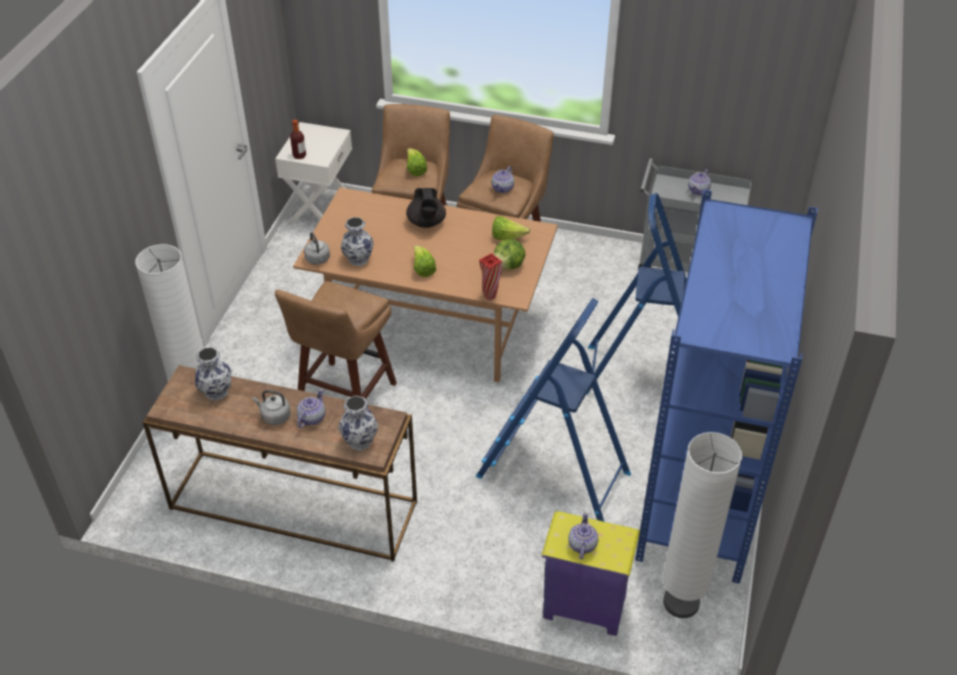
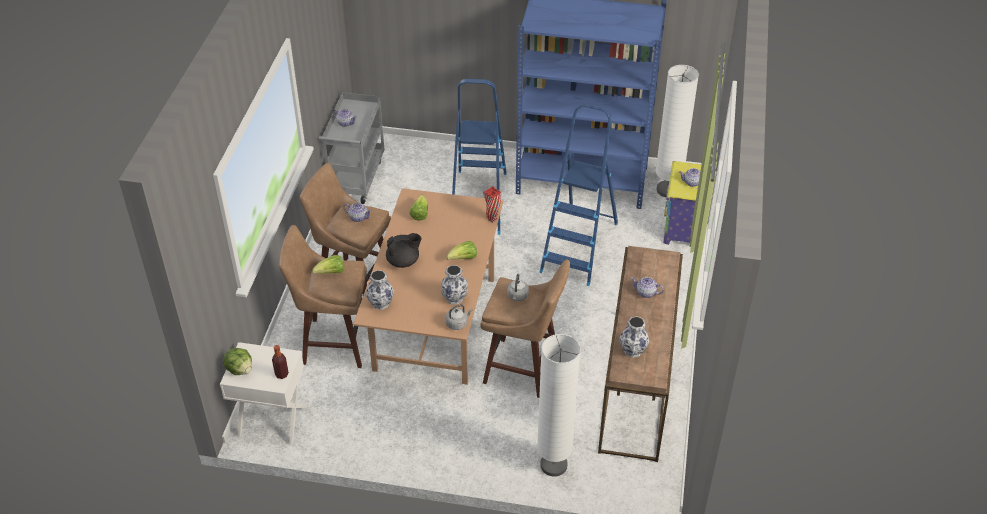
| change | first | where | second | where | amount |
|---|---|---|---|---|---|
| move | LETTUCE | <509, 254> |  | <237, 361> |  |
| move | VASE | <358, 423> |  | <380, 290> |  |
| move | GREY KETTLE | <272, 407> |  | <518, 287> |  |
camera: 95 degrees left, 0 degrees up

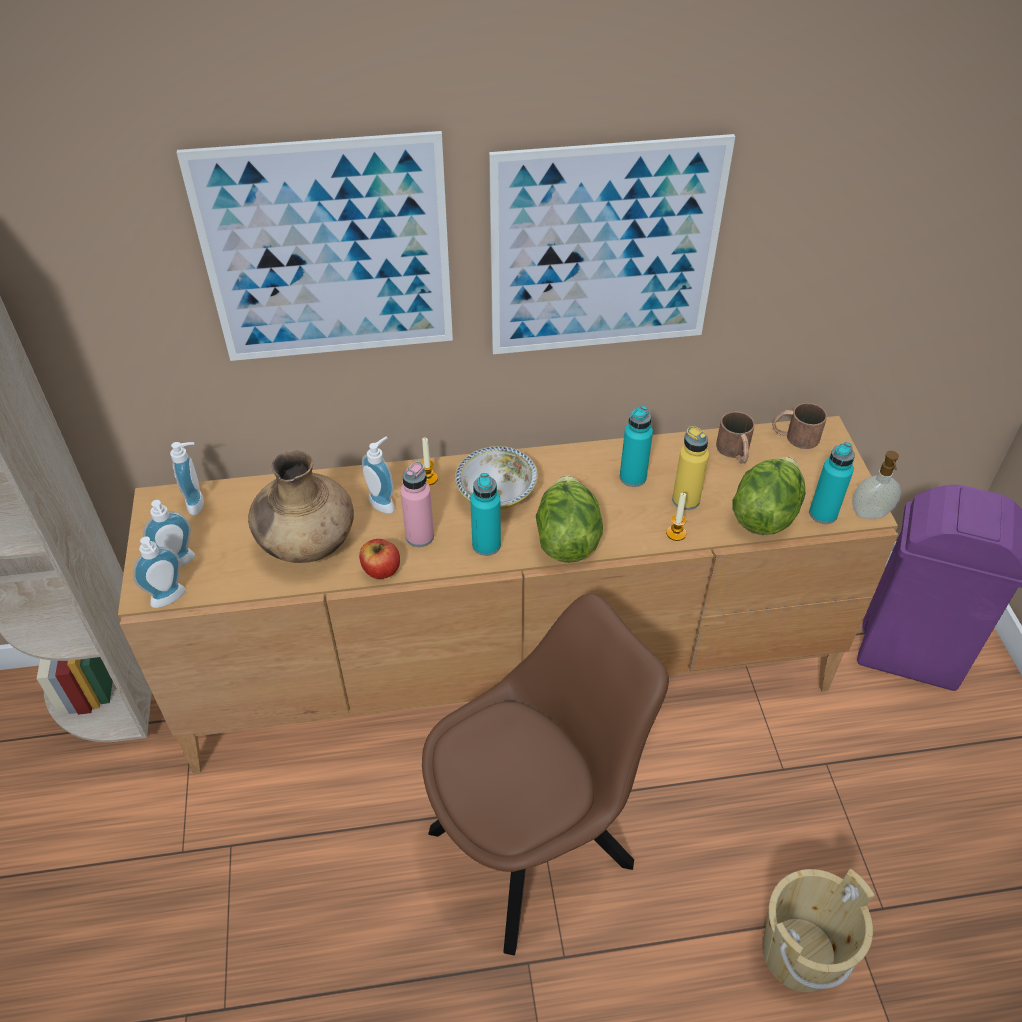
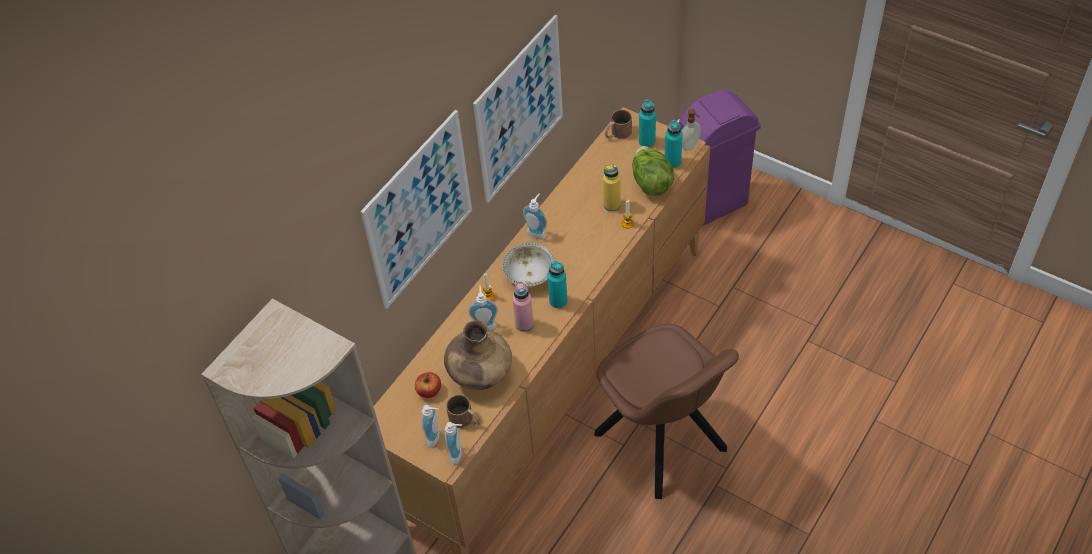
| change | first | where | second | where | amount |
|---|---|---|---|---|---|
| move | APPLE | <379, 559> |  | <428, 385> |  |
| move | BROWN MUG | <735, 437> |  | <463, 411> |  |
| move | SOAP DISPENSER | <187, 479> |  | <535, 217> |  |
| rotate | BROWN CHAIR | <545, 774> |  | <666, 411> | 135 degrees clockwise |
| move | TURQUOISE BOTTLE | <636, 446> |  | <647, 123> |  |
| delete | LETTUCE | <569, 519> |  |  |  |
| delete | BEIGE BUCKET | <818, 930> |  |  |  |
camera: 45 degrees left, 5 degrees up

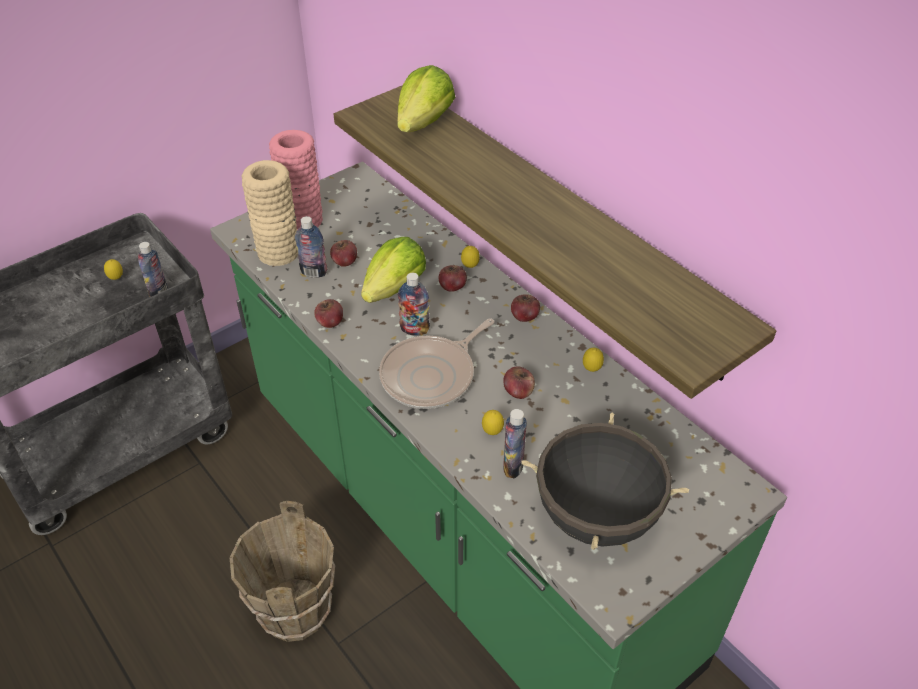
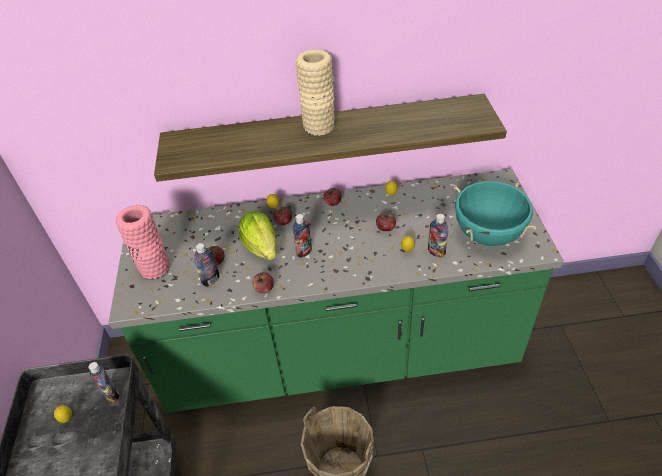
| change | first | where | second | where | amount |
|---|---|---|---|---|---|
| move | BEIGE VASE | <269, 213> |  | <315, 93> |  |
| recolor | BLACK COOKING POT | <605, 481> | TURQUOISE COOKING POT | <495, 213> |  |
| delete | FRYING PAN | <436, 363> |  |  |  |
| delete | LETTUCE | <426, 98> |  |  |  |
camera: 55 degrees left, 0 degrees up

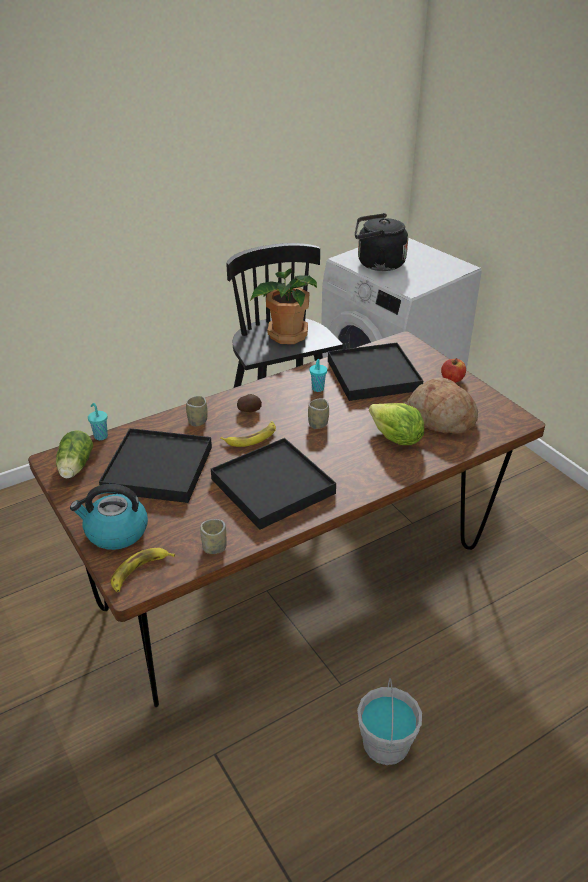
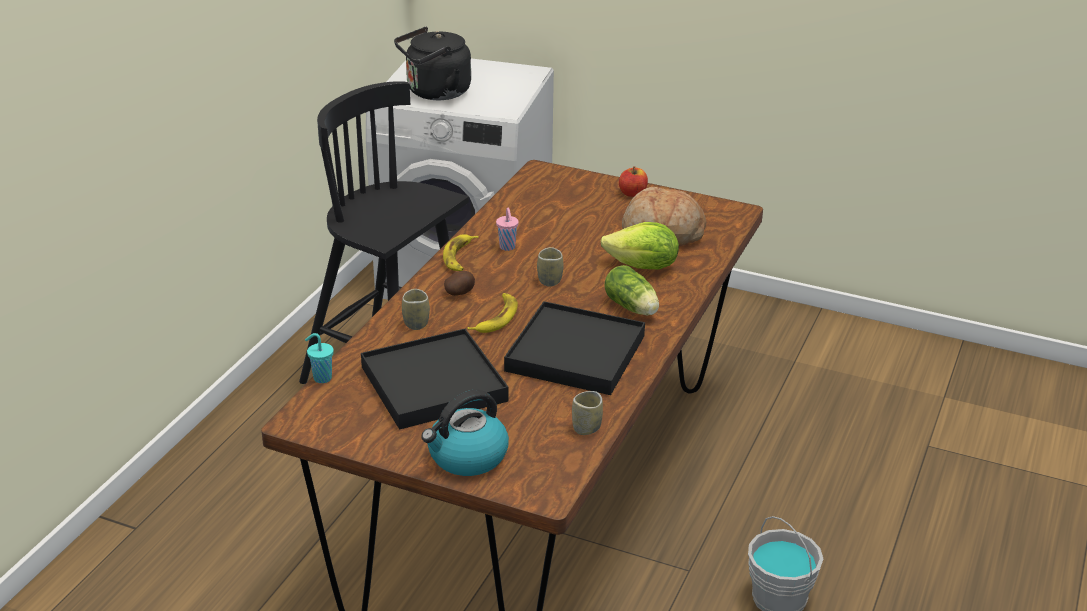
| change | first | where | second | where | amount |
|---|---|---|---|---|---|
| move | BANANA | <143, 570> |  | <460, 252> |  |
| recolor | TURQUOISE CUP | <318, 375> | PINK CUP | <507, 229> |  |
| move | LETTUCE | <74, 454> |  | <631, 290> |  |
| delete | POTTED PLANT | <283, 306> |  |  |  |
| delete | BLACK TRAY | <375, 372> |  |  |  |
camera: 35 degrees left, 5 degrees down

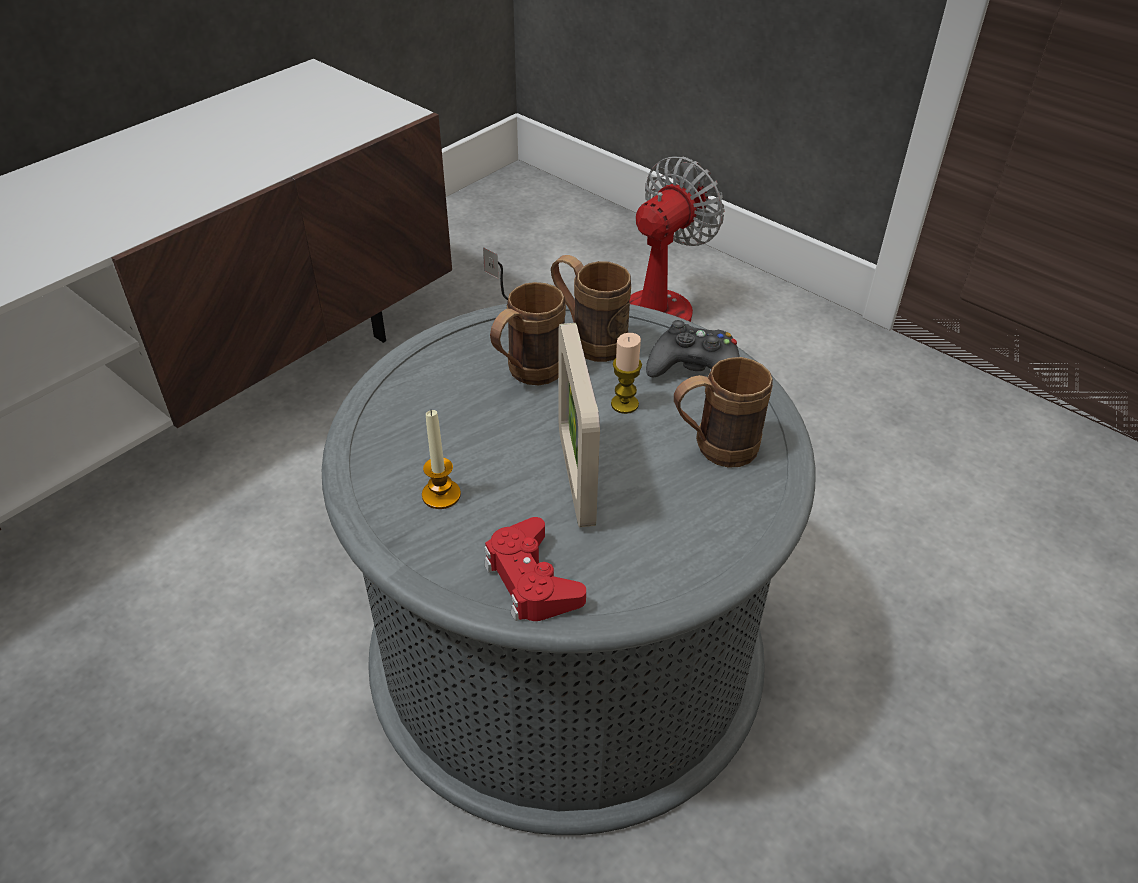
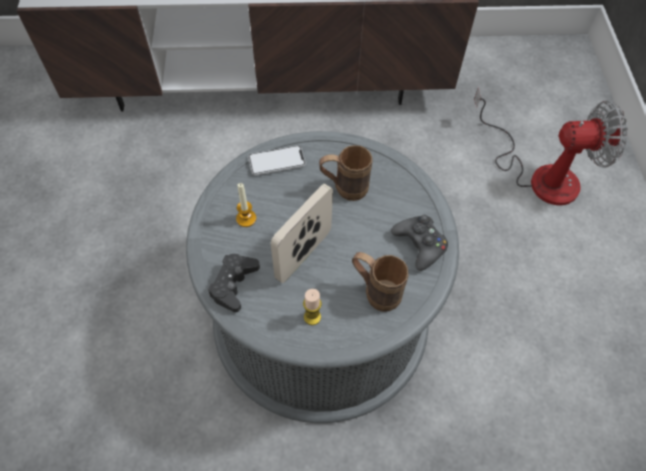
| change | first | where | second | where | amount |
|---|---|---|---|---|---|
| recolor | RED GAME CONTROLLER | <535, 569> | BLACK GAME CONTROLLER | <234, 283> |  |
| insert |  |  | PHONE | <277, 160> |  |
| move | CANDLE | <626, 373> |  | <312, 307> |  |
| delete | BROWN MUG | <591, 308> |  |  |  |
camera: 45 degrees right, 15 degrees up

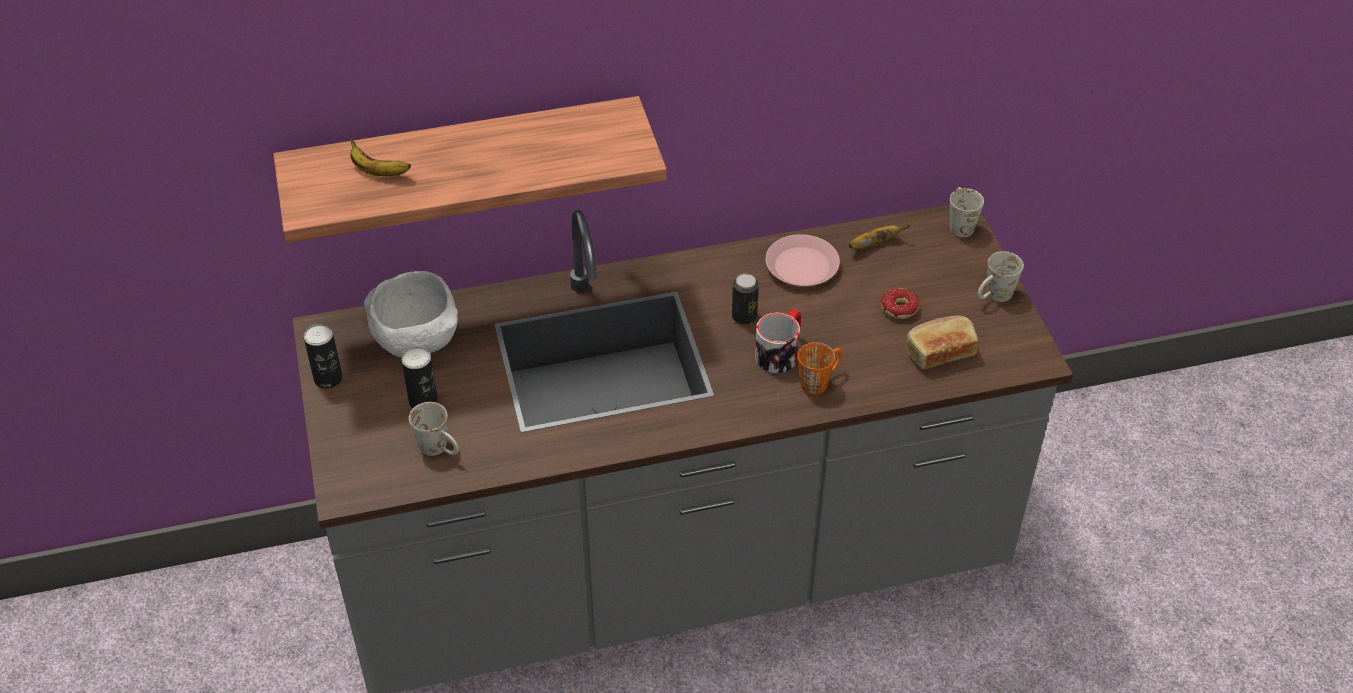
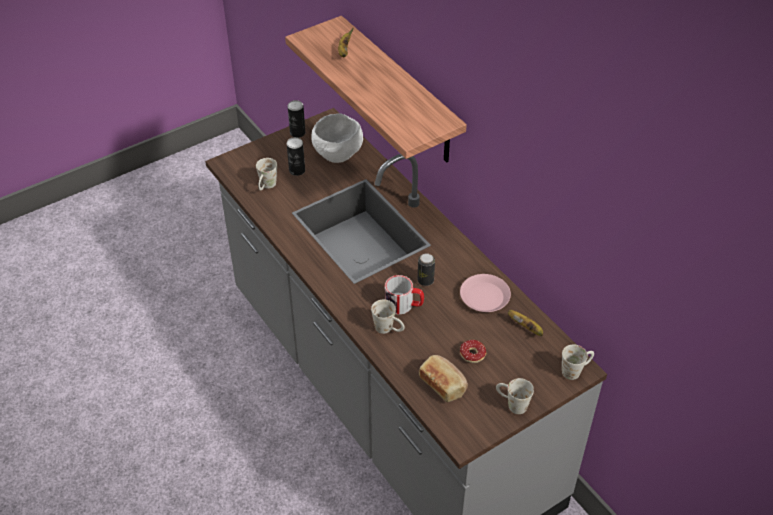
| change | first | where | second | where | amount |
|---|---|---|---|---|---|
| recolor | ORANGE MUG | <820, 368> | WHITE MUG | <388, 316> |  |
camera: 70 degrees right, 0 degrees up

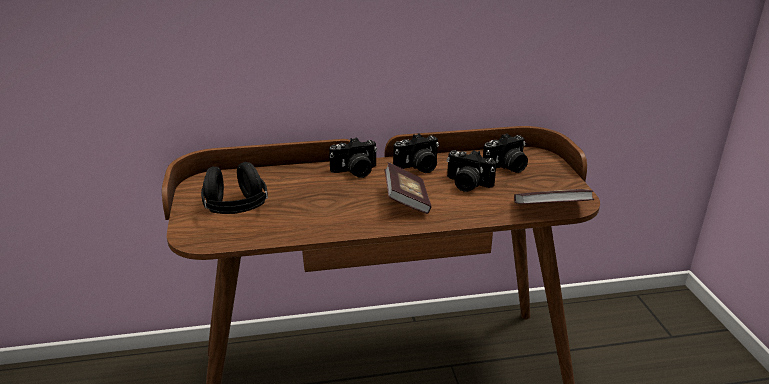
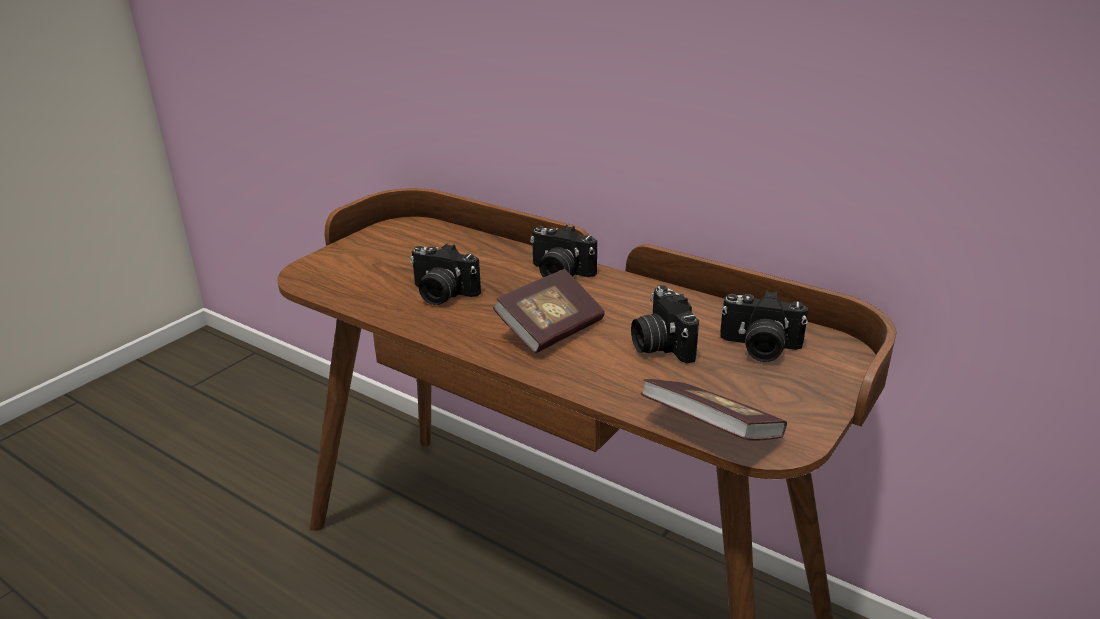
| change | first | where | second | where | amount |
|---|---|---|---|---|---|
| move | PHOTO CAMERA | <416, 153> |  | <445, 274> |  |
| delete | BLACK HEADPHONES | <234, 188> |  |  |  |
camera: 45 degrees right, 0 degrees up

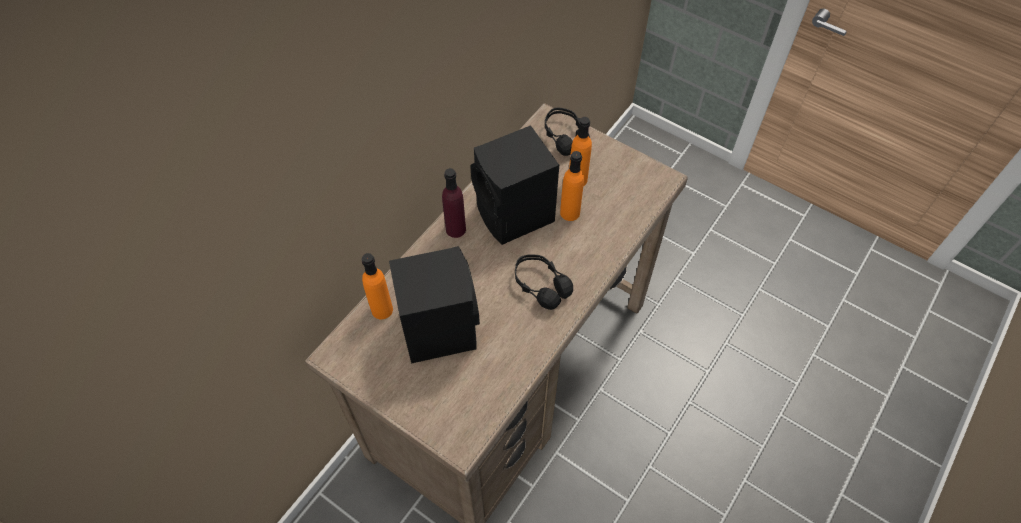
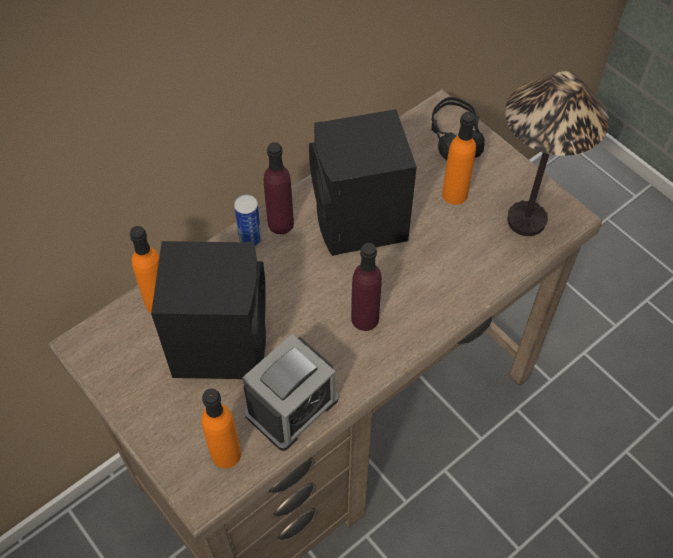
| change | first | where | second | where | amount |
|---|---|---|---|---|---|
| move | ORANGE BOTTLE | <572, 186> |  | <221, 428> |  |
| insert |  |  | CAN | <248, 221> |  |
| insert |  |  | ALARM CLOCK | <290, 392> |  |
| replace | BLACK HEADPHONES | <544, 282> | PURPLE BOTTLE | <366, 287> |  |
| insert |  |  | TABLE LAMP | <557, 153> |  |
camera: 15 degrees right, 0 degrees up

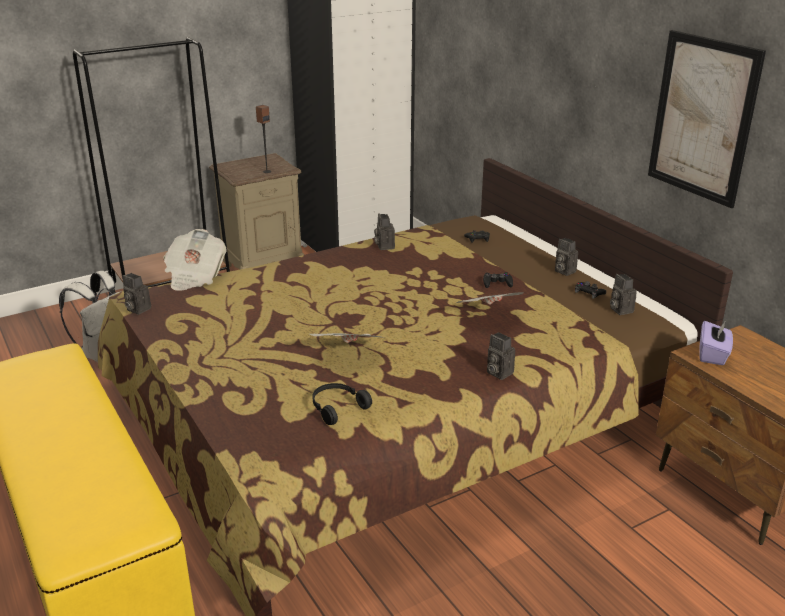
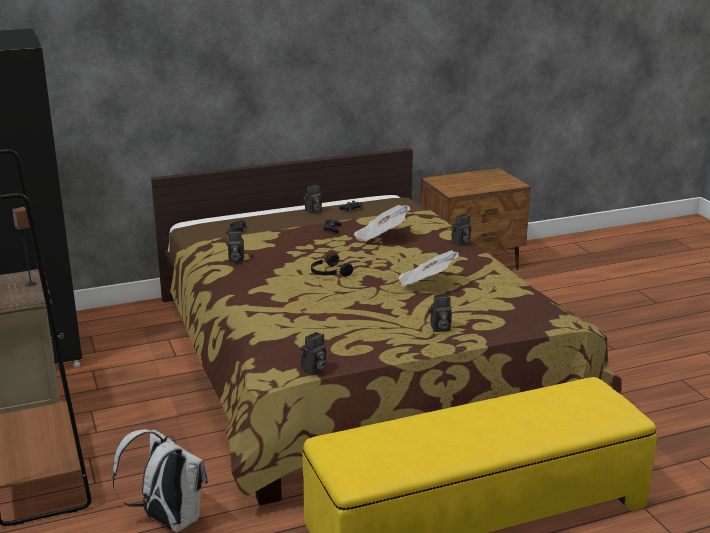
| change | first | where | second | where | amount |
|---|---|---|---|---|---|
| move | BLACK HEADPHONES | <342, 404> |  | <332, 264> |  |
| move | PHOTO CAMERA | <623, 294> |  | <440, 313> |  |
| delete | NEWSPAPER | <195, 260> |  |  |  |
| delete | PICTURE | <707, 119> |  |  |  |
| delete | PURPLE TISSUE BOX | <716, 342> |  |  |  |
camera: 80 degrees left, 5 degrees down

